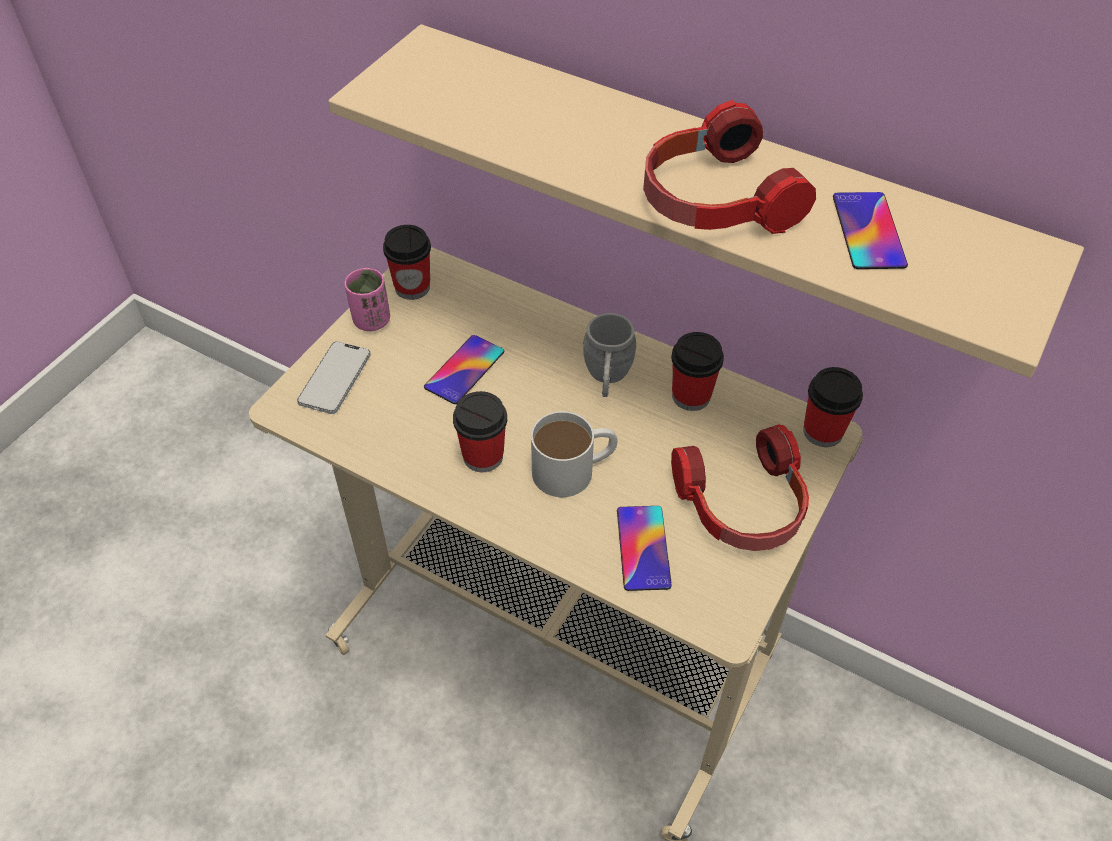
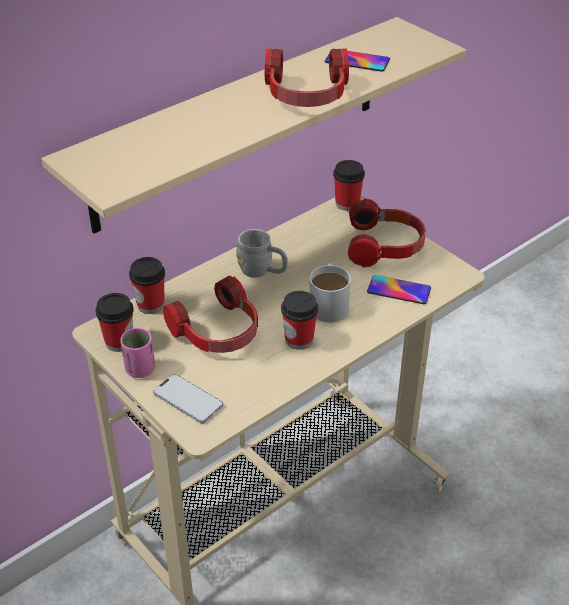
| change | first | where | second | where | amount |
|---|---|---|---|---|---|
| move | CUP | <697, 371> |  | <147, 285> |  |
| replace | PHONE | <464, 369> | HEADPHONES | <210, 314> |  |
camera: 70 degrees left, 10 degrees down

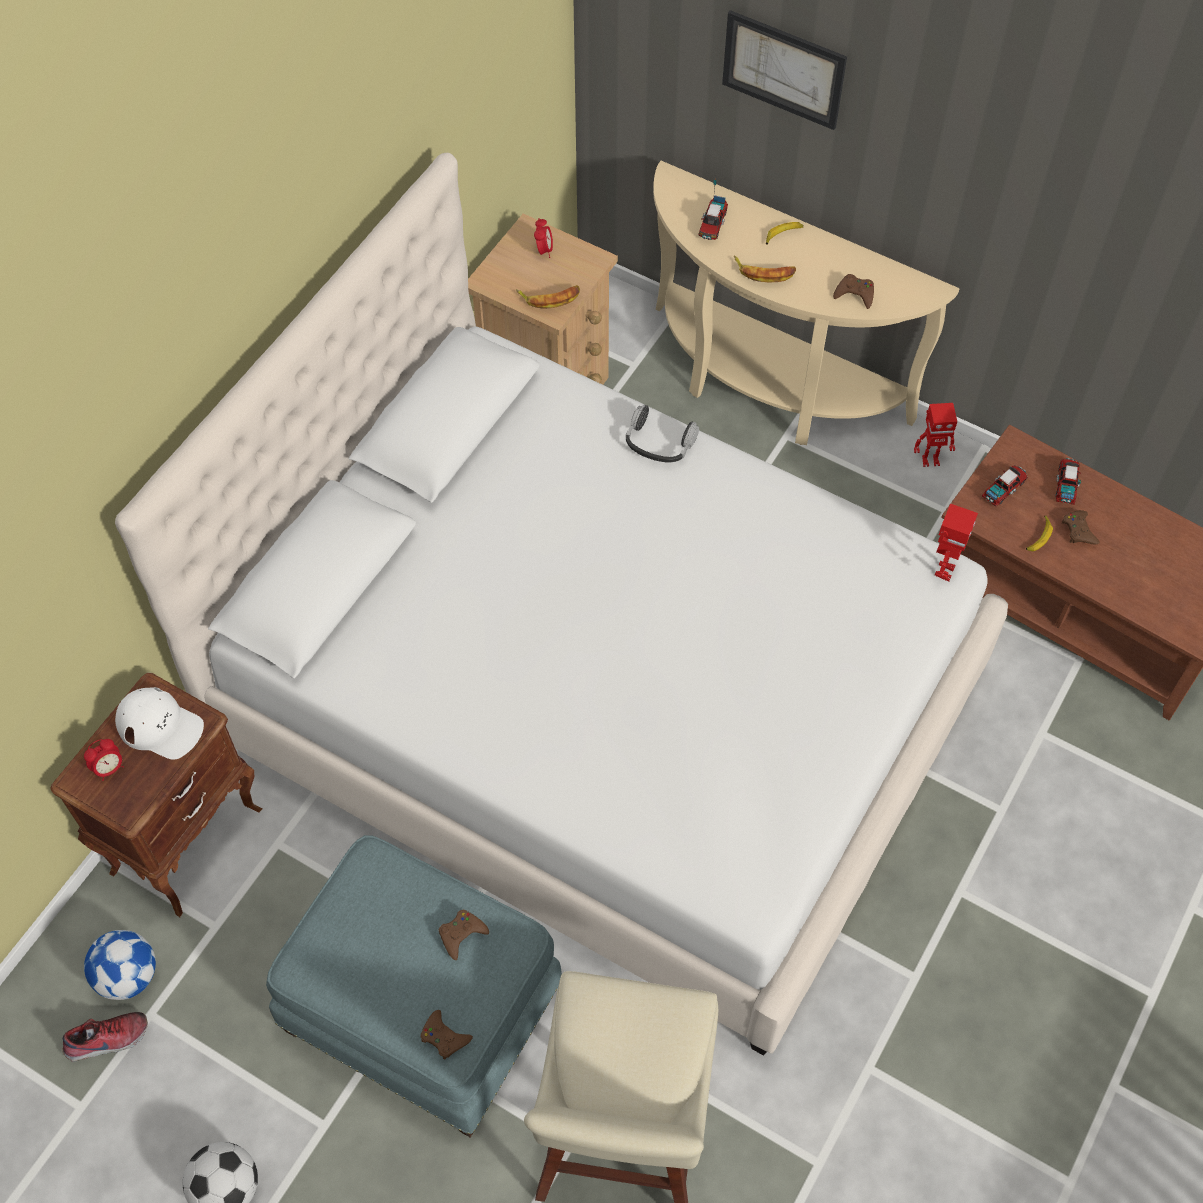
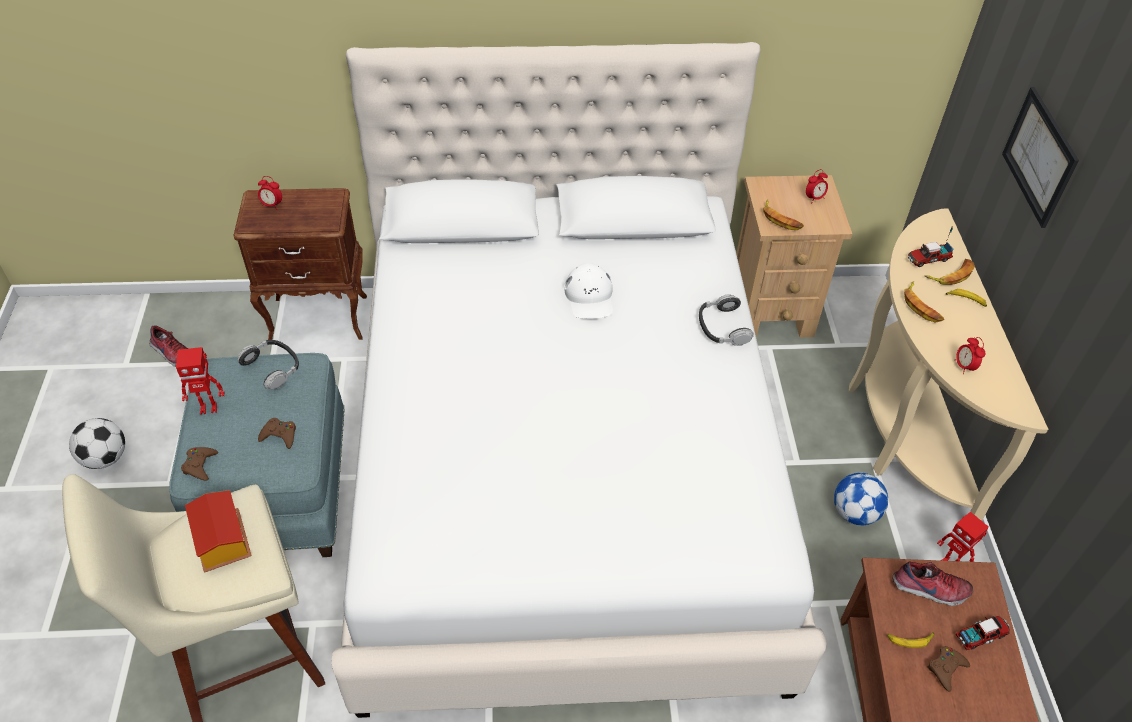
| change | first | where | second | where | amount |
|---|---|---|---|---|---|
| move | TOY ROBOT | <956, 542> |  | <200, 381> |  |
| insert |  |  | TOY HOUSE | <218, 531> |  |
| insert |  |  | HEADPHONES | <268, 364> |  |
| move | WHITE CAP | <159, 723> |  | <588, 291> |  |
| move | FOOTBALL | <120, 965> |  | <861, 499> |  |
| replace | TOY TRUCK | <1005, 486> | SHOE | <932, 583> |  |
| insert |  |  | BANANA | <950, 272> |  |
| replace | BROWN GAME CONTROLLER | <853, 291> | ALARM CLOCK | <971, 355> |  |
camera: 55 degrees right, 10 degrees down

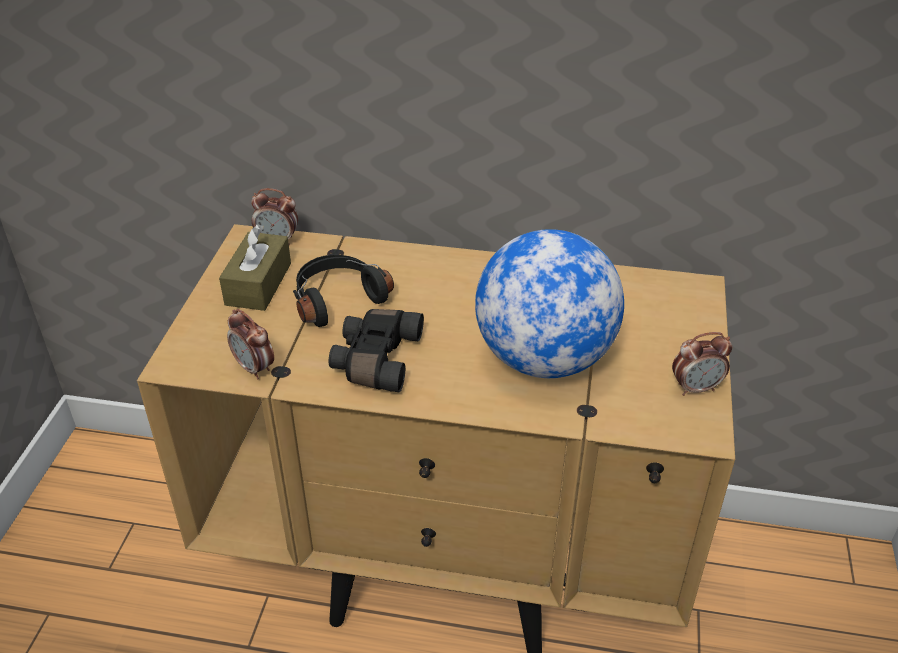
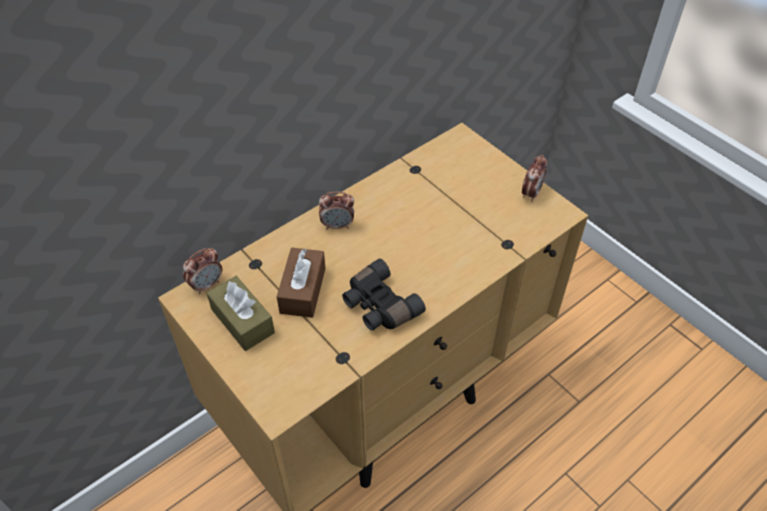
| change | first | where | second | where | amount |
|---|---|---|---|---|---|
| replace | BLACK HEADPHONES | <343, 291> | BROWN TISSUE BOX | <301, 283> |  |
| move | ALARM CLOCK | <250, 344> |  | <336, 211> |  |
| delete | GLOBE | <549, 303> |  |  |  |
camera: 50 degrees left, 10 degrees up

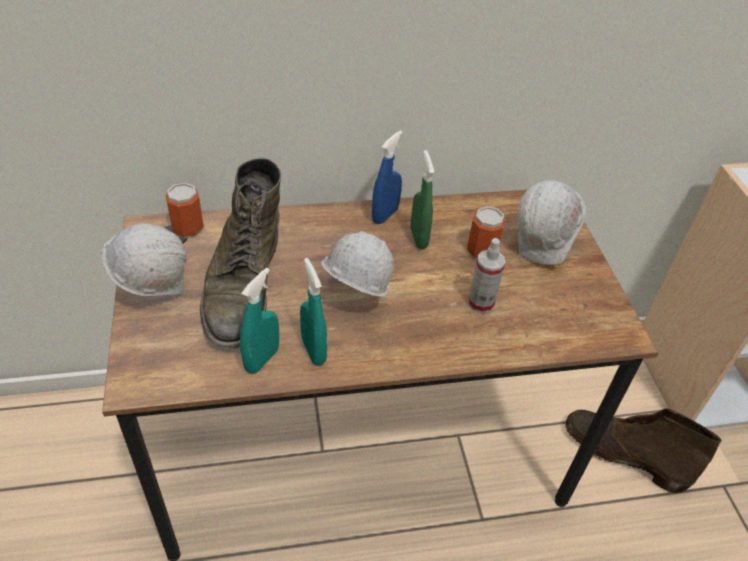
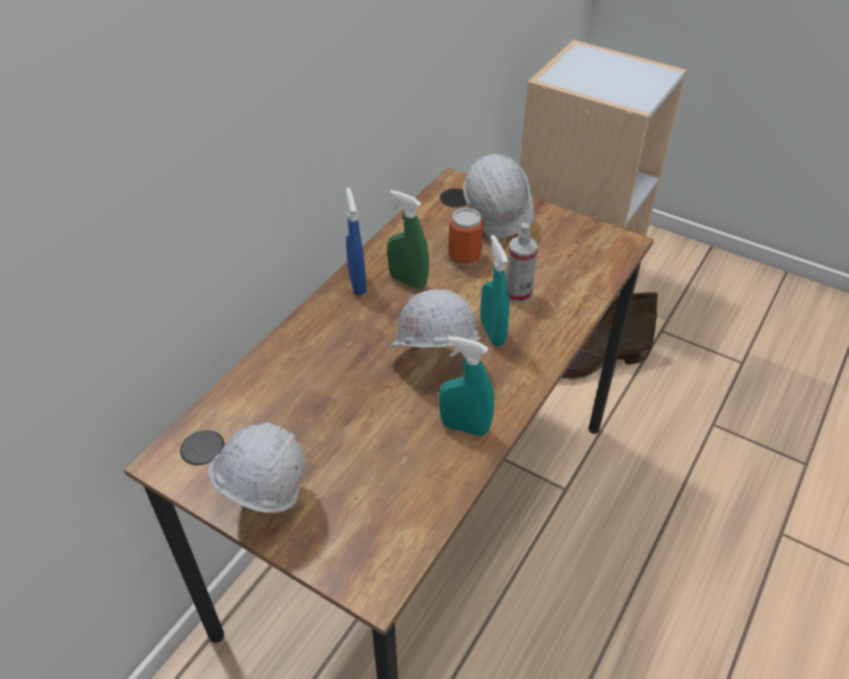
| change | first | where | second | where | amount |
|---|---|---|---|---|---|
| move | TURQUOISE SPRAY BOTTLE | <259, 321> |  | <494, 290> |  |
| delete | CAN | <185, 210> |  |  |  |
| delete | GREEN BOOT | <240, 253> |  |  |  |
camera: 45 degrees left, 0 degrees up

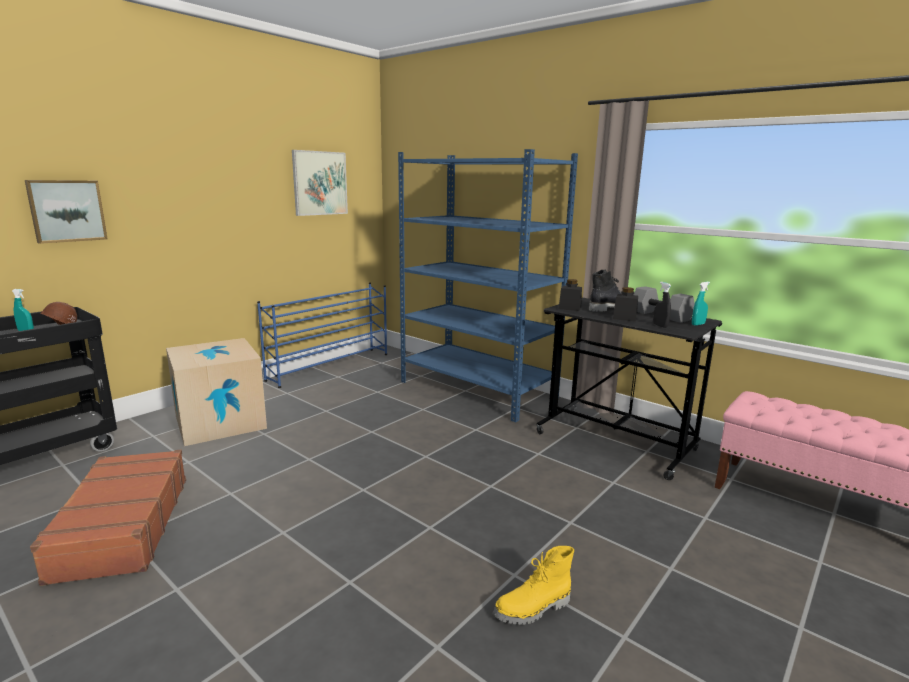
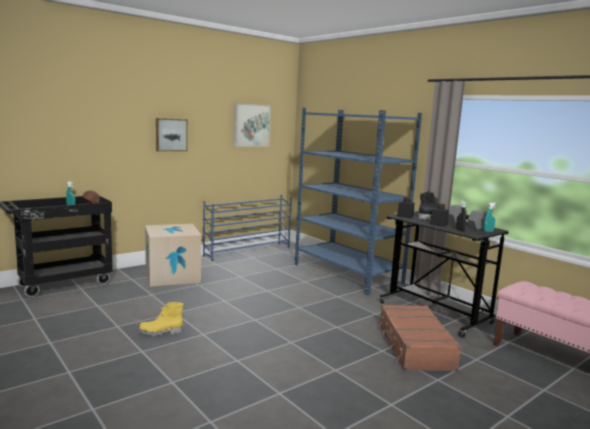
| change | first | where | second | where | amount |
|---|---|---|---|---|---|
| move | YELLOW BOOT | <534, 585> |  | <161, 319> |  |
| move | PICTURE | <66, 212> |  | <172, 134> |  |
| move | BROWN SUITCASE | <108, 518> |  | <420, 337> |  |
camera: 10 degrees right, 5 degrees down

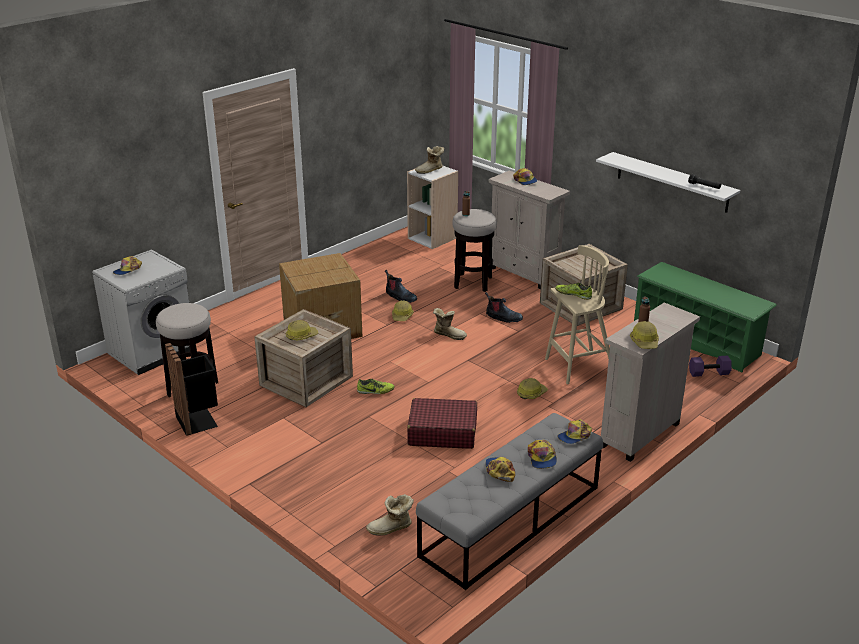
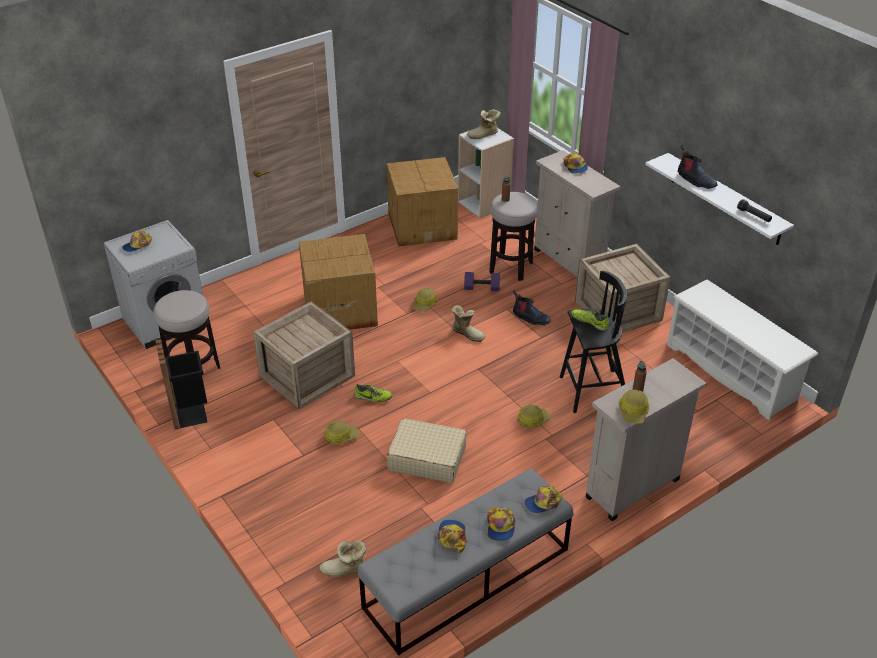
| change | first | where | second | where | amount |
|---|---|---|---|---|---|
| move | HARD HAT | <302, 330> |  | <341, 433> |  |
| insert |  |  | CARDBOARD BOX | <422, 202> |  |
| recolor | RED SUITCASE | <442, 423> | BEIGE SUITCASE | <427, 450> |  |
| move | PURPLE DUMBBELL | <710, 366> |  | <482, 281> |  |
| recolor | BEIGE STOOL | <577, 314> | BLACK STOOL | <593, 342> |  |
| recolor | GREEN SHOE RACK | <705, 317> | WHITE SHOE RACK | <742, 350> |  |
| move | BOOT | <401, 286> |  | <697, 167> |  |
camera: 10 degrees right, 10 degrees up

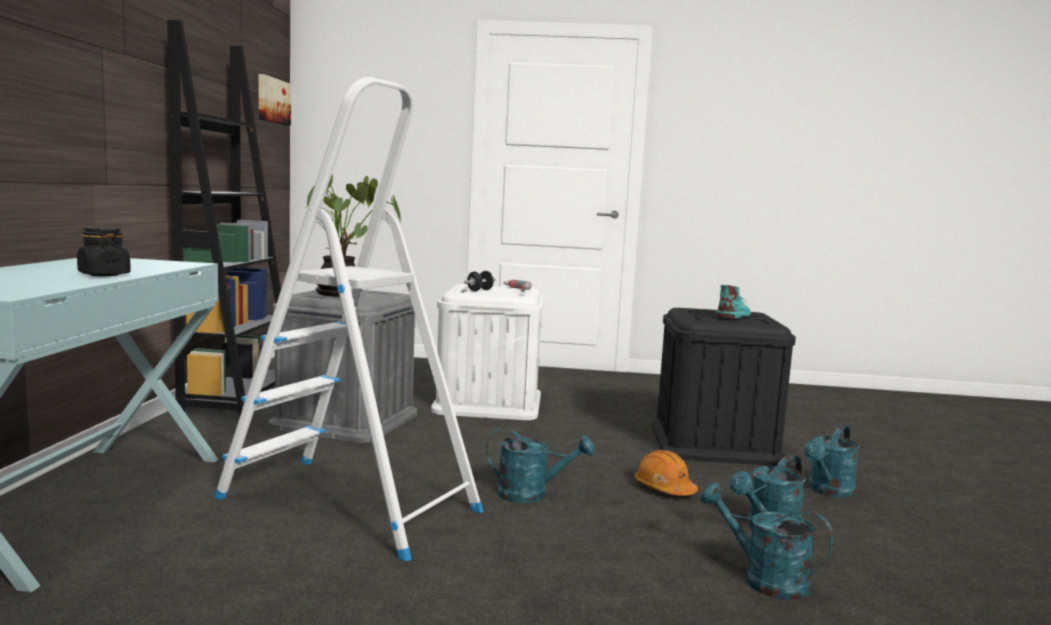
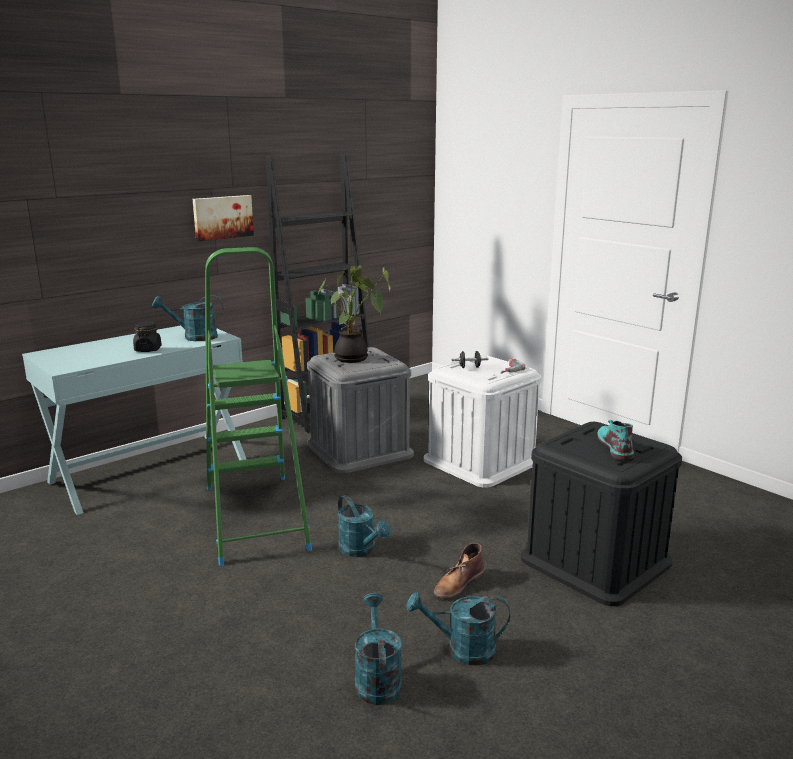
| change | first | where | second | where | amount |
|---|---|---|---|---|---|
| move | TURQUOISE WATERING CAN | <831, 461> |  | <188, 318> |  |
| move | PICTURE | <274, 100> |  | <223, 218> |  |
| recolor | WHITE STEP LADDER | <348, 319> | GREEN STEP LADDER | <258, 406> |  |
| replace | ORANGE HARD HAT | <666, 473> | BROWN BOOT | <459, 571> |  |
| rotate | TURQUOISE BOOT | <733, 302> |  | <615, 440> | 75 degrees counterclockwise |
camera: 45 degrees right, 10 degrees up

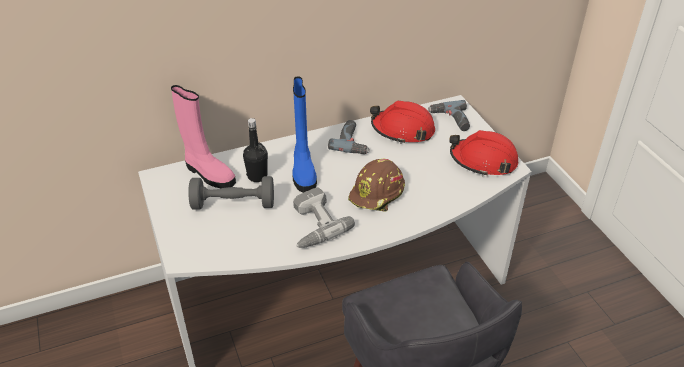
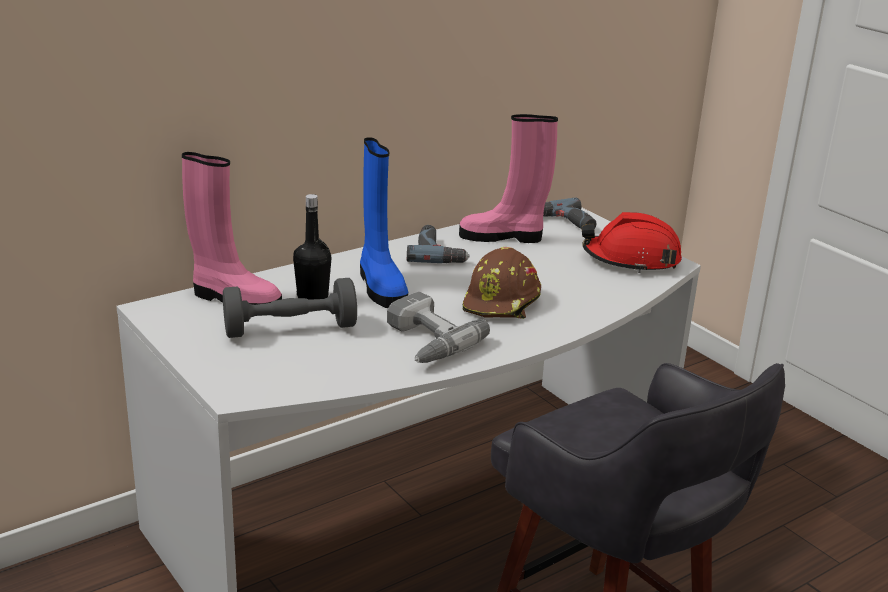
| change | first | where | second | where | amount |
|---|---|---|---|---|---|
| replace | RED HARD HAT | <402, 122> | PINK BOOT | <508, 178> |  |
camera: 15 degrees left, 15 degrees down

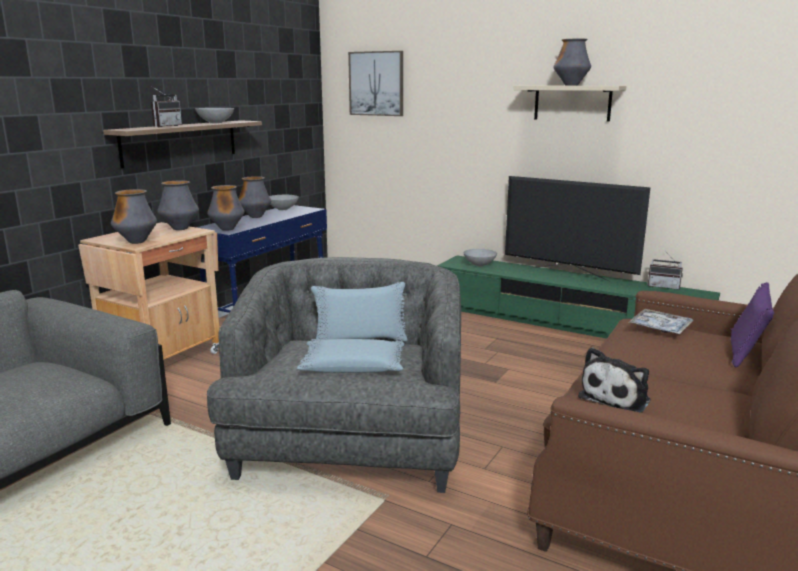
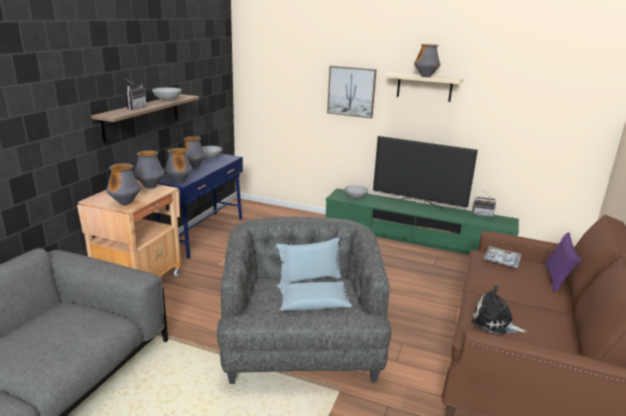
| change | first | where | second | where | amount |
|---|---|---|---|---|---|
| move | PICTURE | <375, 83> |  | <352, 92> |  |
| rotate | PLUSH TOY | <614, 380> |  | <499, 310> | 90 degrees clockwise |
camera: 10 degrees left, 5 degrees up

